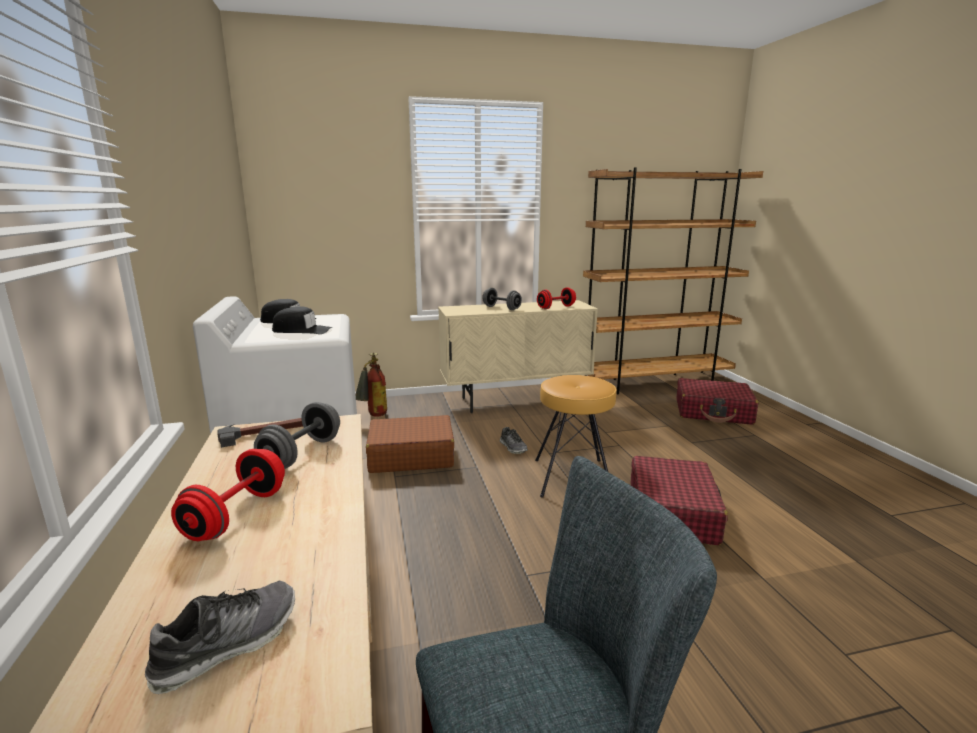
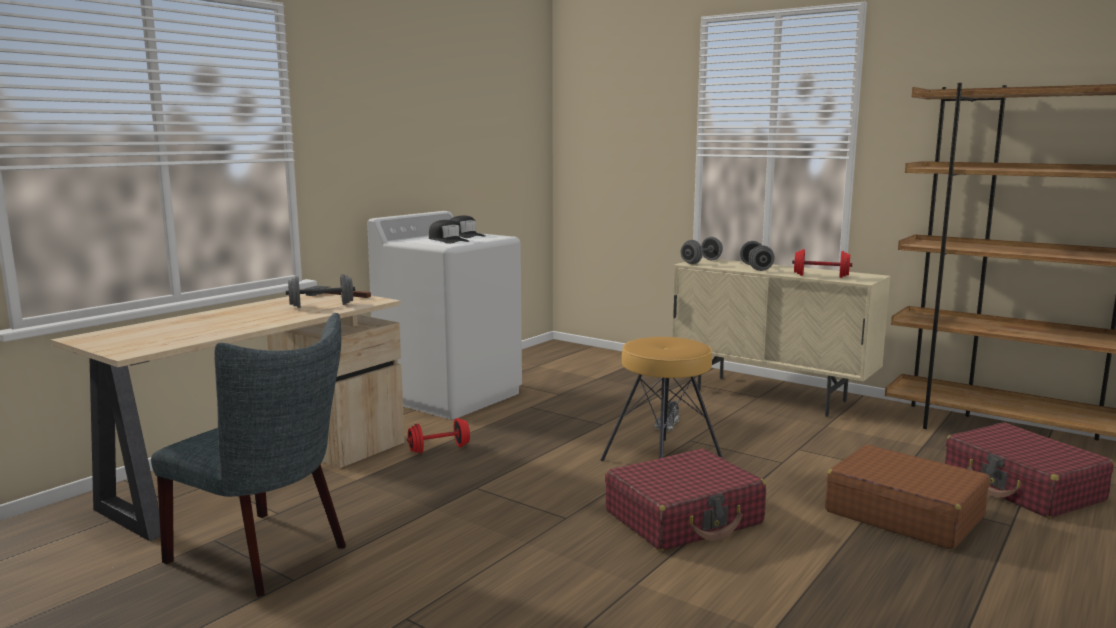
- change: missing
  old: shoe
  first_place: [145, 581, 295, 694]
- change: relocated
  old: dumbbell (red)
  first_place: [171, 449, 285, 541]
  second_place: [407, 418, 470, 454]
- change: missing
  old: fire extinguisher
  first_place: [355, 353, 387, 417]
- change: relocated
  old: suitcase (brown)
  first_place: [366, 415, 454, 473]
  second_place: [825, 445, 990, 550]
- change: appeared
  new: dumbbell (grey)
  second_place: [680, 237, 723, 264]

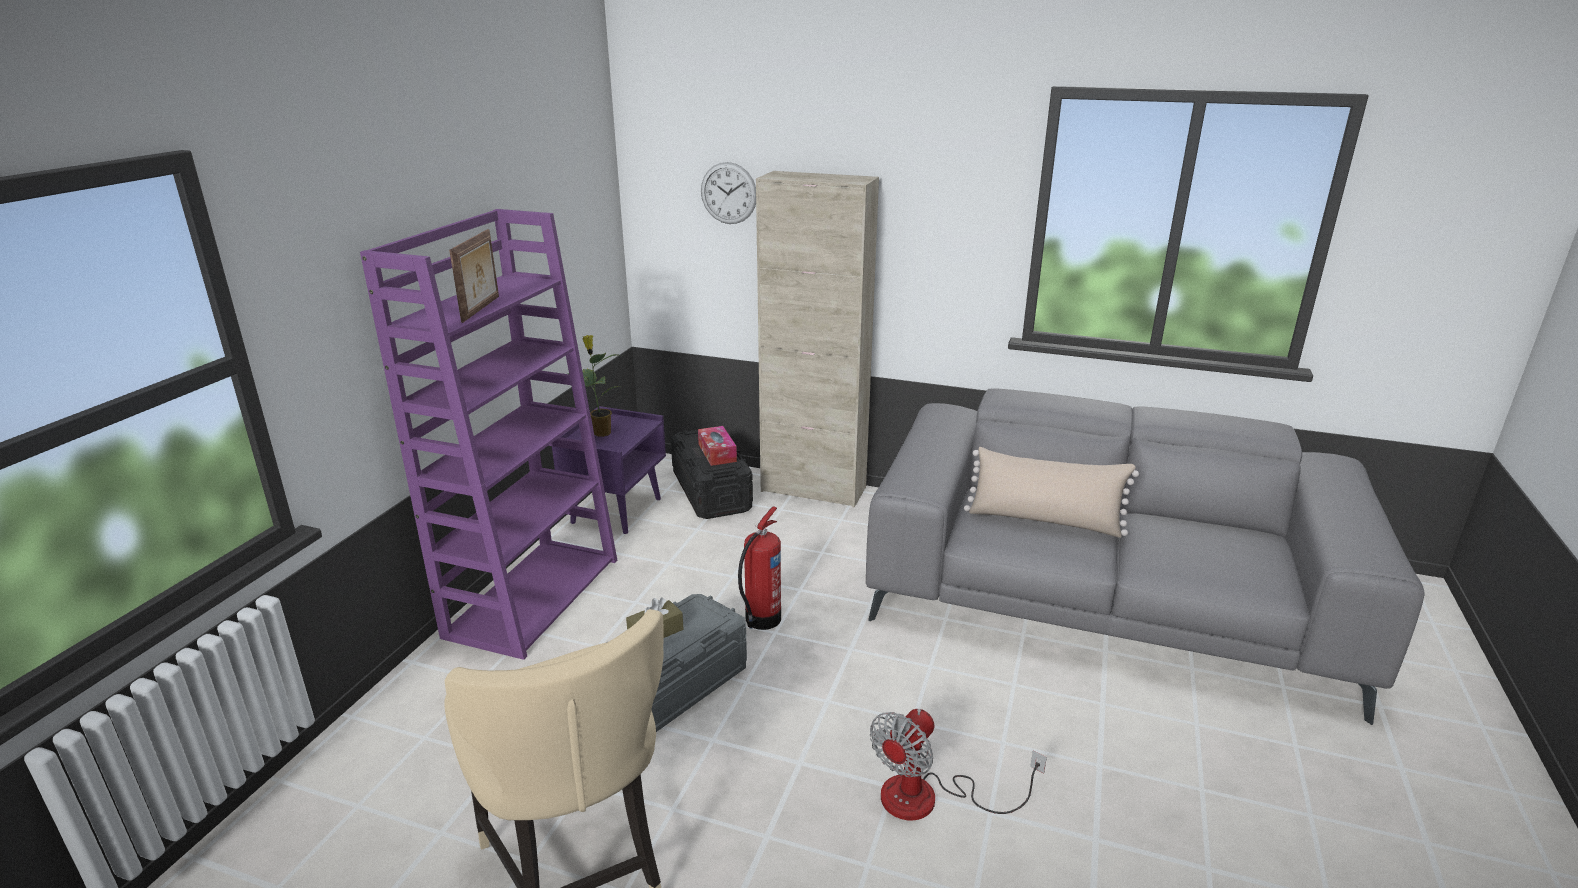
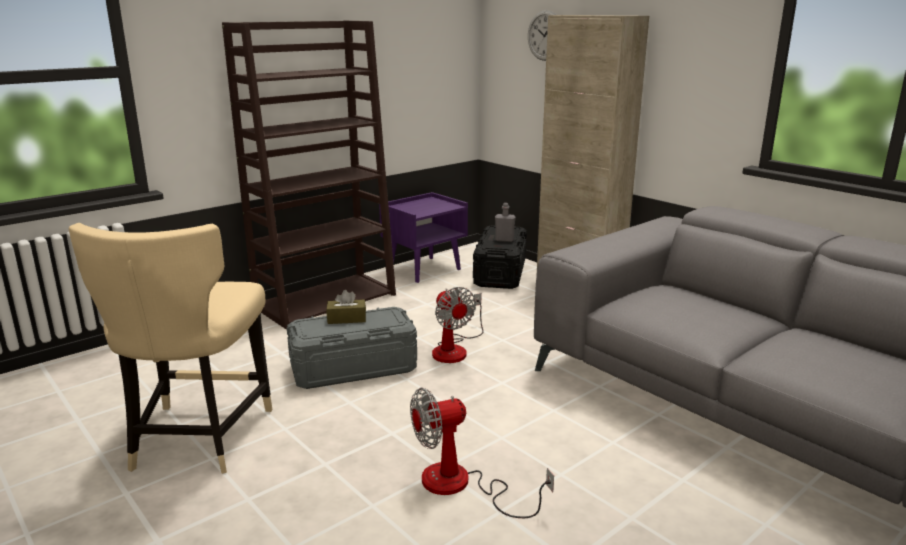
- change: colour
  old: bookcase (purple)
  new: bookcase (brown)
  first_place: [360, 209, 617, 660]
  second_place: [222, 21, 396, 329]
- change: missing
  old: picture frame
  first_place: [449, 229, 499, 323]
- change: missing
  old: potted plant
  first_place: [568, 335, 623, 437]
- change: exchanged
  old: tissue box
  new: bottle (grey)
  first_place: [698, 426, 737, 466]
  second_place: [495, 203, 516, 242]
- change: exchanged
  old: fire extinguisher
  new: fan
  first_place: [738, 506, 781, 630]
  second_place: [432, 287, 484, 363]
- change: missing
  old: pillow (beige)
  first_place: [964, 447, 1139, 538]

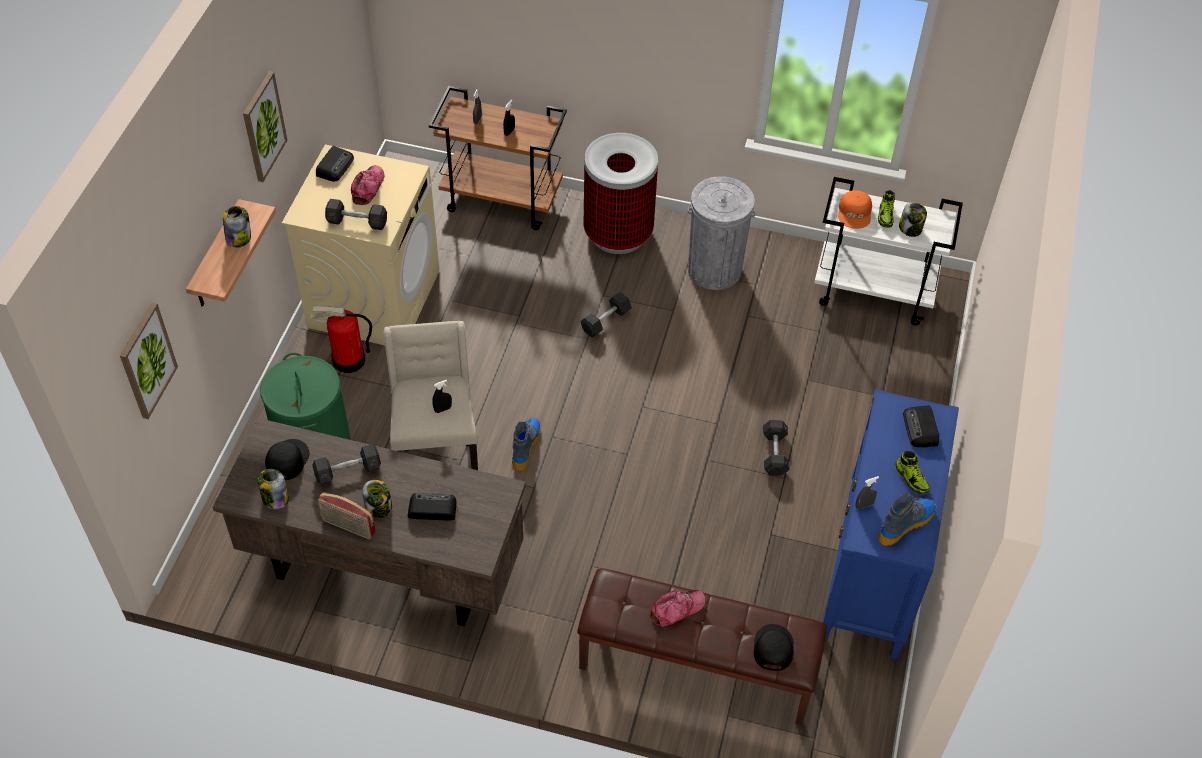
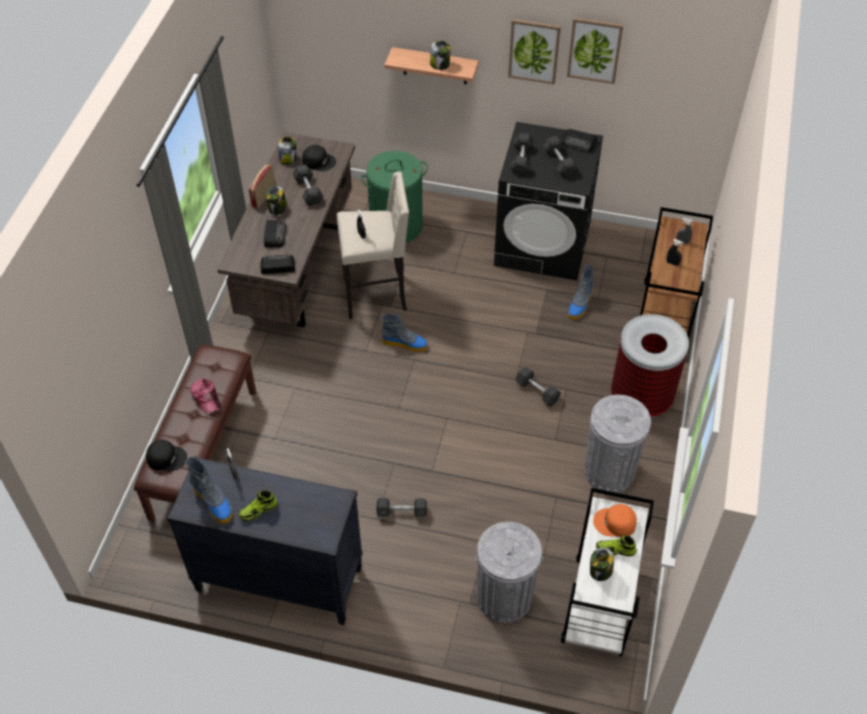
- change: relocated
  old: picture
  first_place: [120, 303, 178, 419]
  second_place: [567, 17, 624, 84]
- change: colour
  old: washing machine (beige)
  new: washing machine (black)
  first_place: [282, 144, 440, 345]
  second_place: [494, 122, 603, 280]
- change: missing
  old: fire extinguisher
  first_place: [310, 306, 372, 373]
- change: exchanged
  old: cap
  new: dumbbell (grey)
  first_place: [351, 165, 384, 205]
  second_place: [543, 136, 578, 178]
- change: colour
  old: dresser (blue)
  new: dresser (black)
  first_place: [822, 389, 959, 660]
  second_place: [167, 456, 363, 625]
- change: relocated
  old: radio
  first_place: [903, 405, 939, 448]
  second_place: [261, 255, 295, 274]
- change: appeared
  new: trash can (grey)
  second_place: [475, 522, 543, 623]
- change: appeared
  new: boot
  second_place: [567, 264, 594, 320]

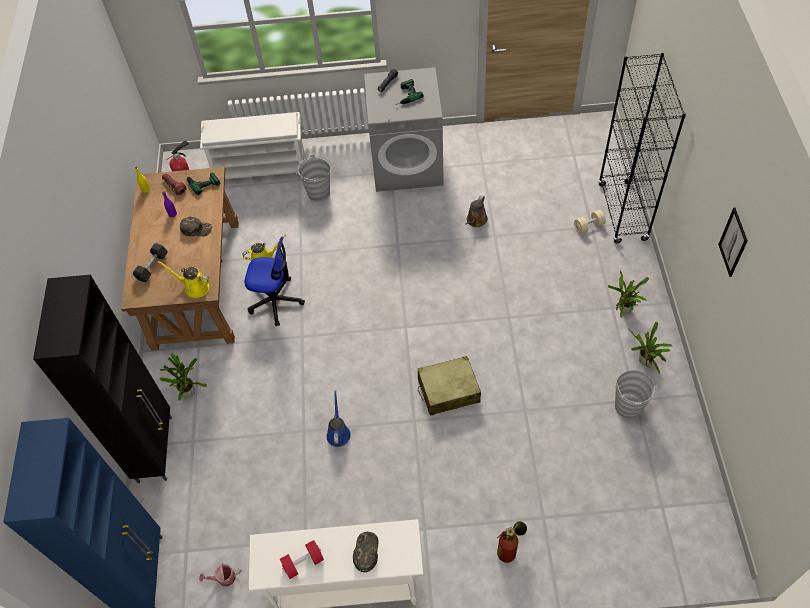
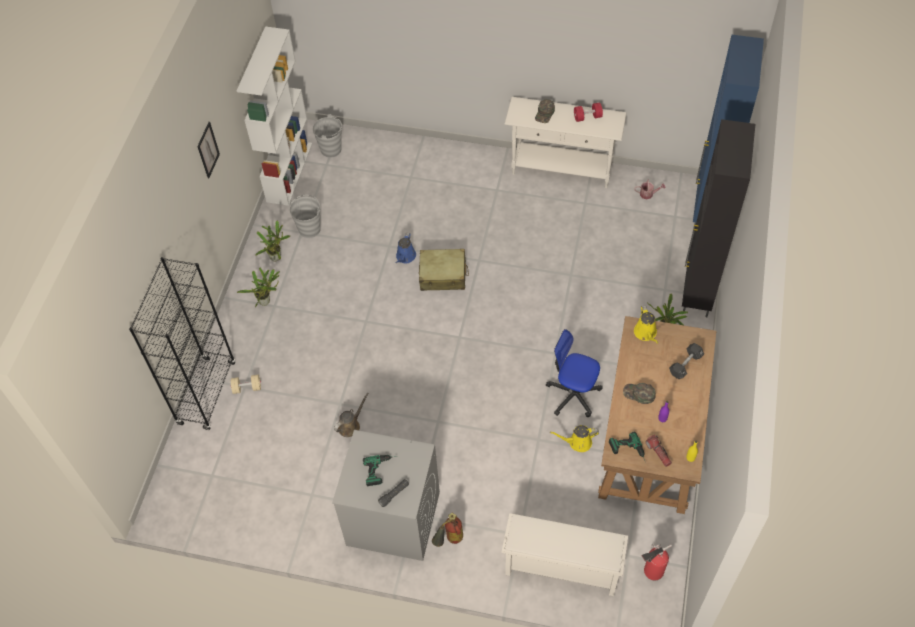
- change: spun
  old: watering can (yellow)
  first_place: [158, 261, 210, 298]
  second_place: [634, 305, 658, 344]
  degrees: 45
- change: relocated
  old: bucket (grey)
  first_place: [298, 155, 330, 202]
  second_place: [313, 114, 342, 158]
- change: relocated
  old: watering can (blue)
  first_place: [326, 390, 351, 447]
  second_place: [396, 233, 416, 263]
- change: relocated
  old: fire extinguisher
  first_place: [497, 521, 527, 563]
  second_place: [432, 513, 463, 547]
- change: appeared
  new: bookcase (white)
  second_place: [237, 26, 312, 206]

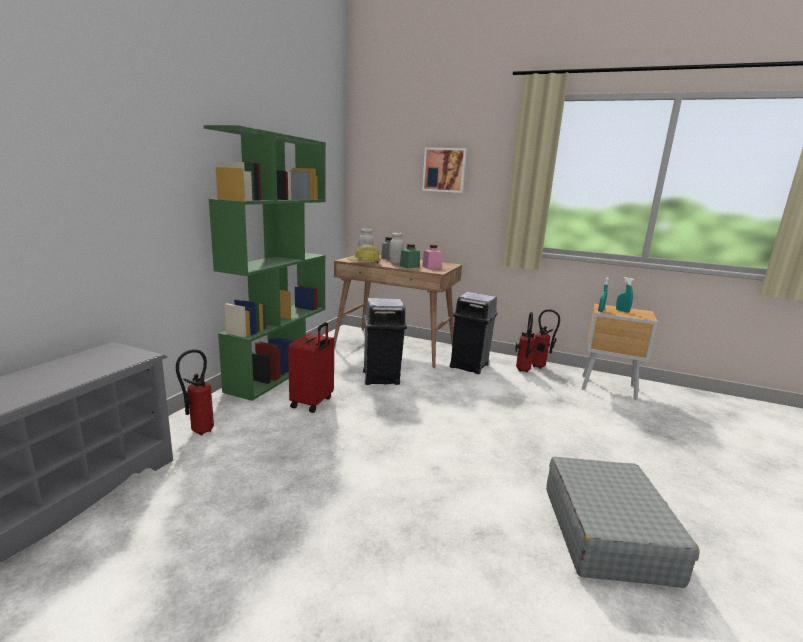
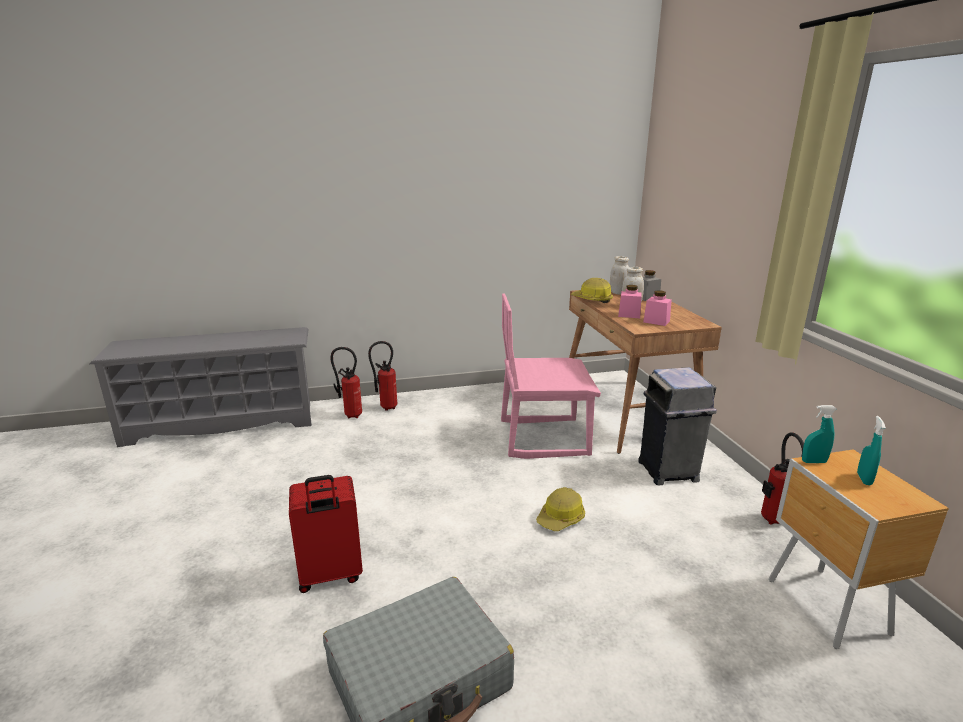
- change: missing
  old: bookcase (green)
  first_place: [203, 125, 326, 401]
- change: relocated
  old: suitcase (red)
  first_place: [288, 322, 334, 413]
  second_place: [289, 475, 363, 593]
- change: exchanged
  old: trash can (grey)
  new: chair (pink)
  first_place: [363, 298, 407, 385]
  second_place: [501, 293, 601, 459]
- change: colour
  old: jar (green)
  new: jar (pink)
  first_place: [400, 244, 420, 268]
  second_place: [618, 285, 642, 318]
- change: missing
  old: picture
  first_place: [422, 147, 467, 193]
- change: relocated
  old: fire extinguisher
  first_place: [515, 312, 535, 372]
  second_place: [368, 341, 398, 411]
- change: appeared
  new: hard hat
  second_place: [536, 487, 585, 531]

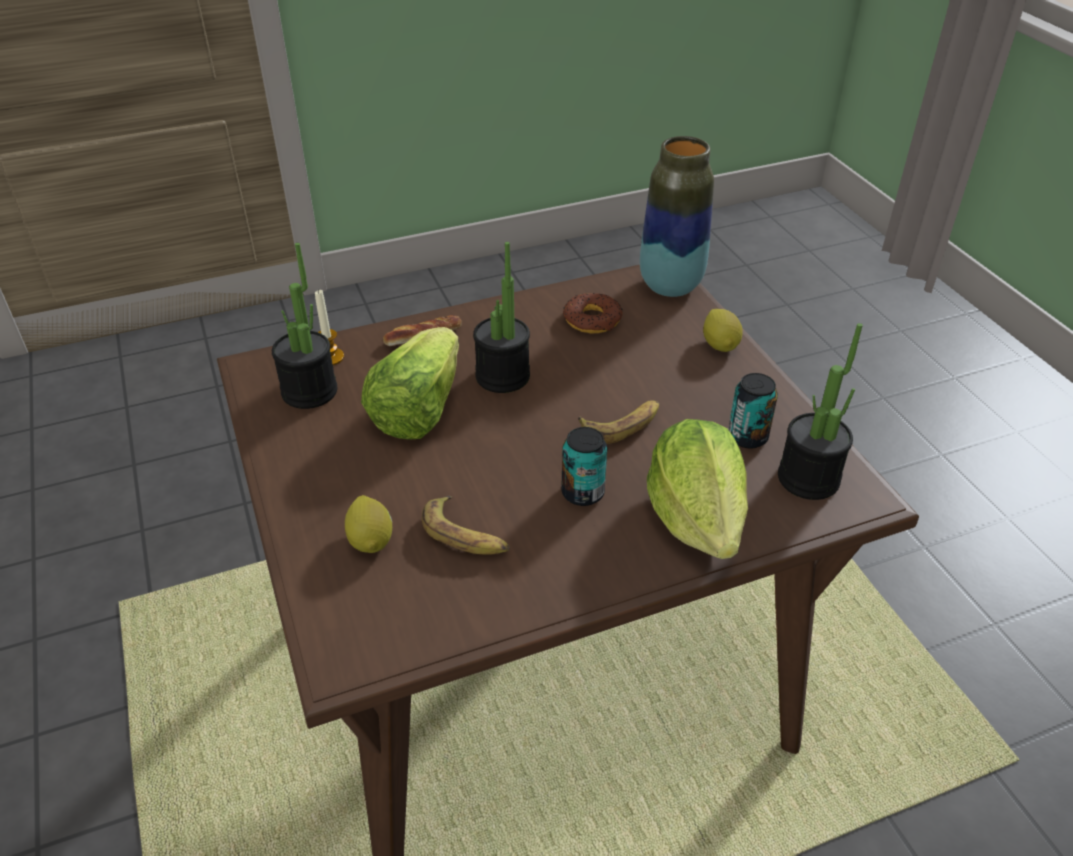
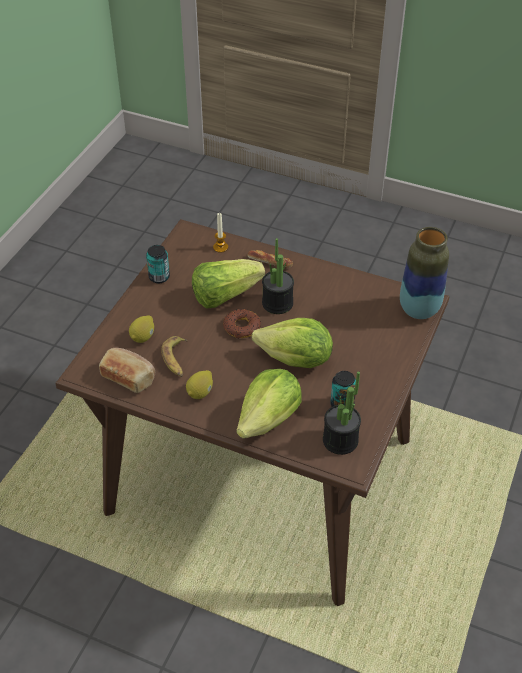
- change: missing
  old: potted plant
  first_place: [272, 243, 338, 409]
- change: relocated
  old: can
  first_place: [561, 427, 607, 506]
  second_place: [146, 245, 170, 283]
- change: relocated
  old: donut
  first_place: [563, 293, 623, 334]
  second_place: [223, 309, 261, 339]
- change: exchanged
  old: banana
  new: lettuce
  first_place: [578, 400, 659, 444]
  second_place: [252, 318, 333, 368]
- change: relocated
  old: lemon
  first_place: [703, 309, 743, 352]
  second_place: [186, 370, 213, 399]
- change: appeared
  new: bread
  second_place: [99, 348, 155, 393]

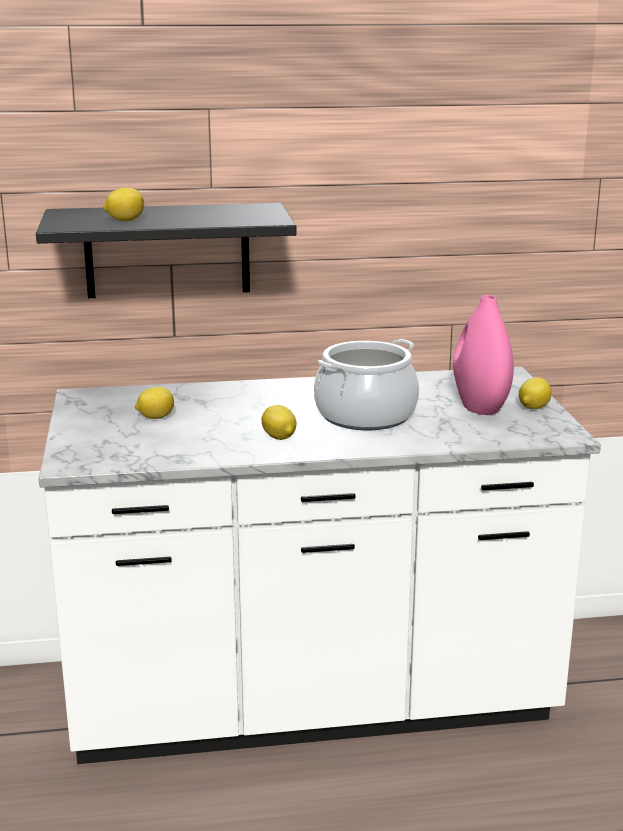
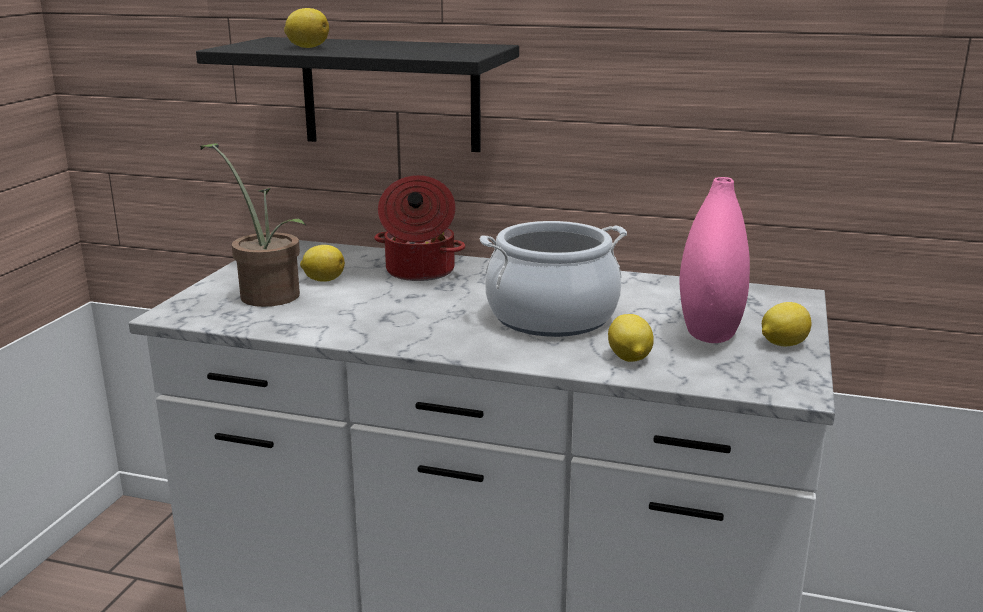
- change: relocated
  old: lemon
  first_place: [262, 405, 296, 440]
  second_place: [608, 314, 654, 362]
- change: appeared
  new: potted plant
  second_place: [200, 143, 306, 307]
- change: appeared
  new: cooking pot
  second_place: [374, 175, 465, 281]

